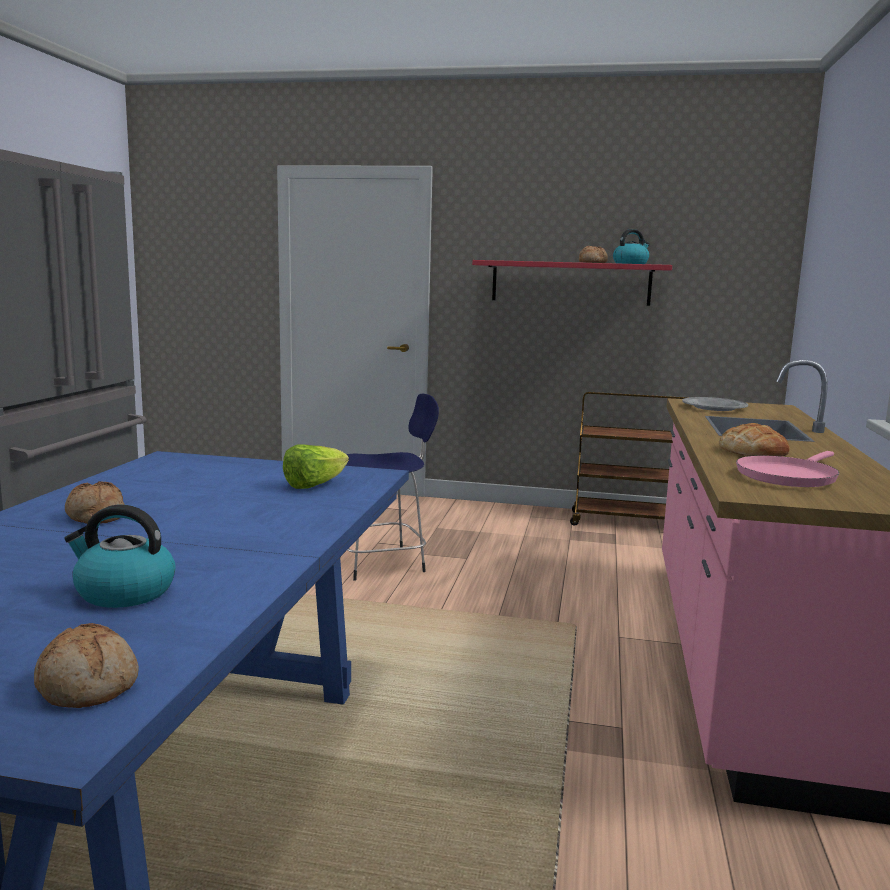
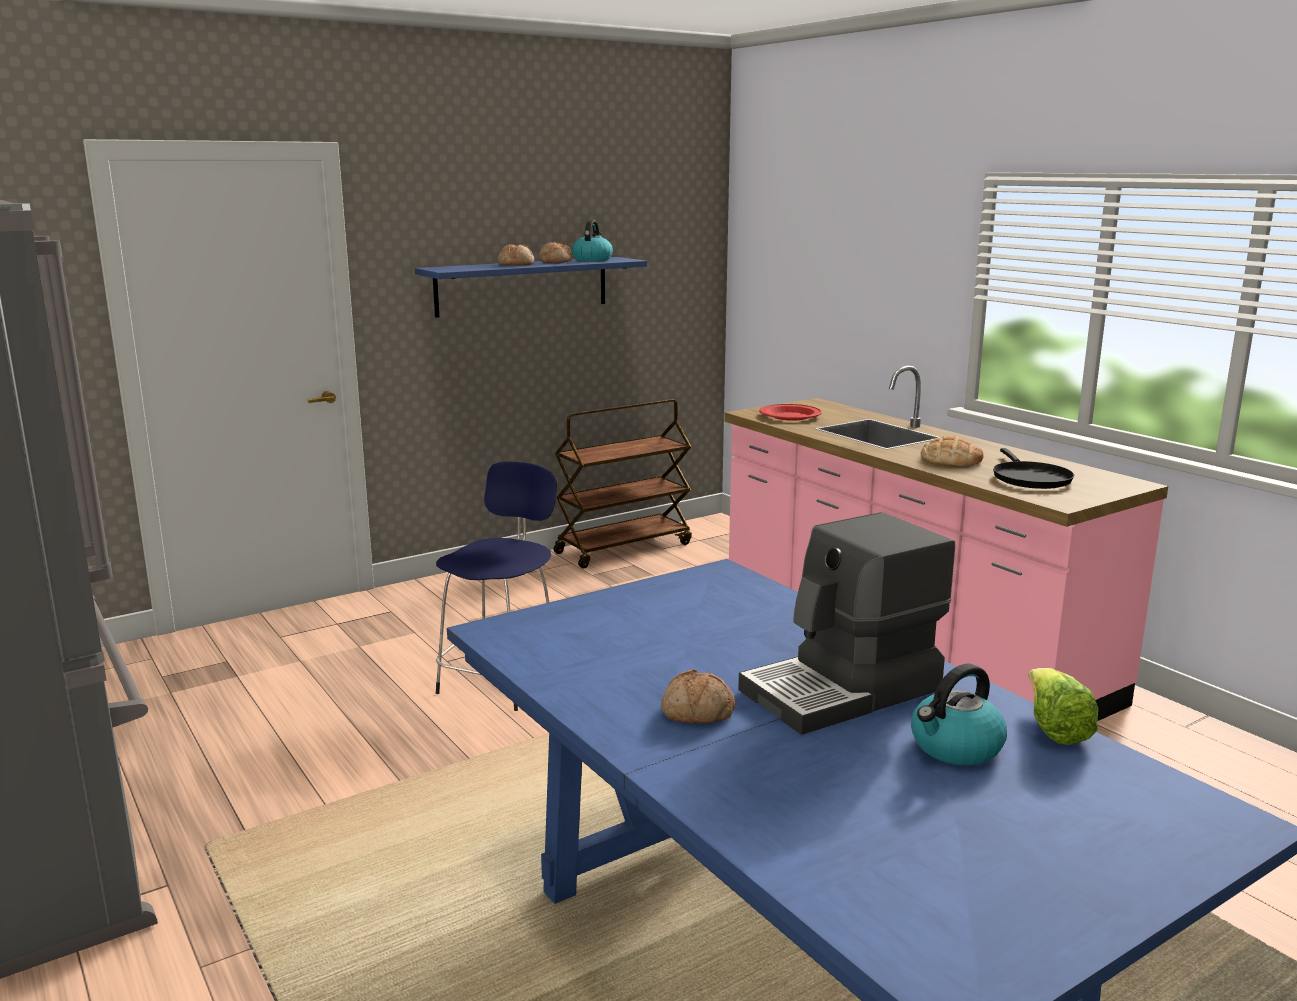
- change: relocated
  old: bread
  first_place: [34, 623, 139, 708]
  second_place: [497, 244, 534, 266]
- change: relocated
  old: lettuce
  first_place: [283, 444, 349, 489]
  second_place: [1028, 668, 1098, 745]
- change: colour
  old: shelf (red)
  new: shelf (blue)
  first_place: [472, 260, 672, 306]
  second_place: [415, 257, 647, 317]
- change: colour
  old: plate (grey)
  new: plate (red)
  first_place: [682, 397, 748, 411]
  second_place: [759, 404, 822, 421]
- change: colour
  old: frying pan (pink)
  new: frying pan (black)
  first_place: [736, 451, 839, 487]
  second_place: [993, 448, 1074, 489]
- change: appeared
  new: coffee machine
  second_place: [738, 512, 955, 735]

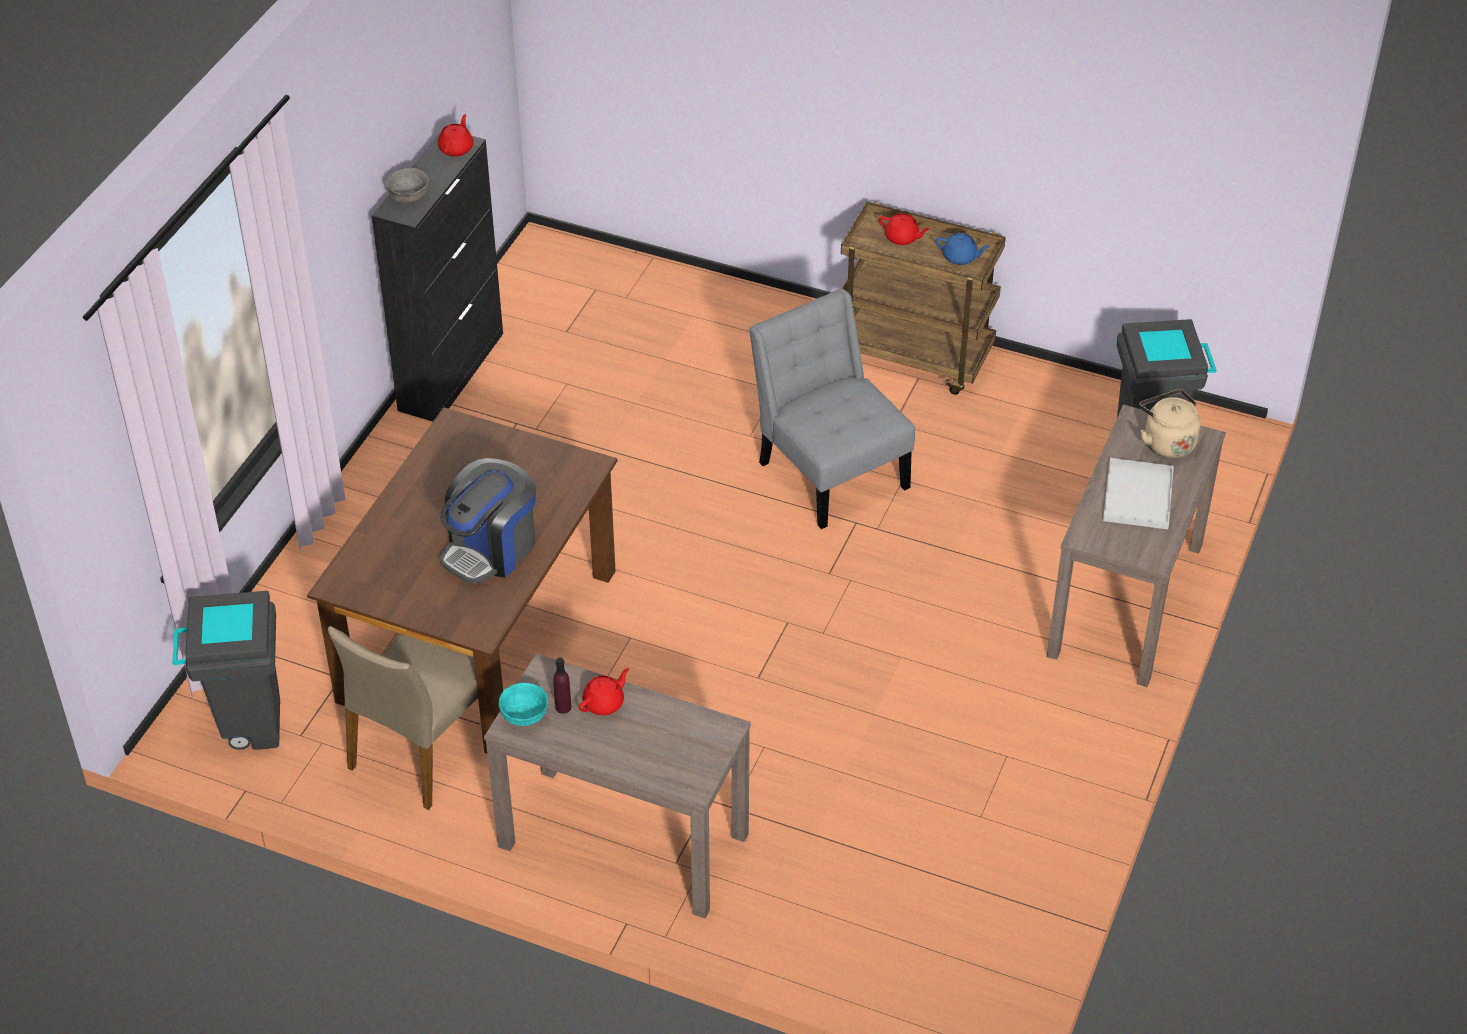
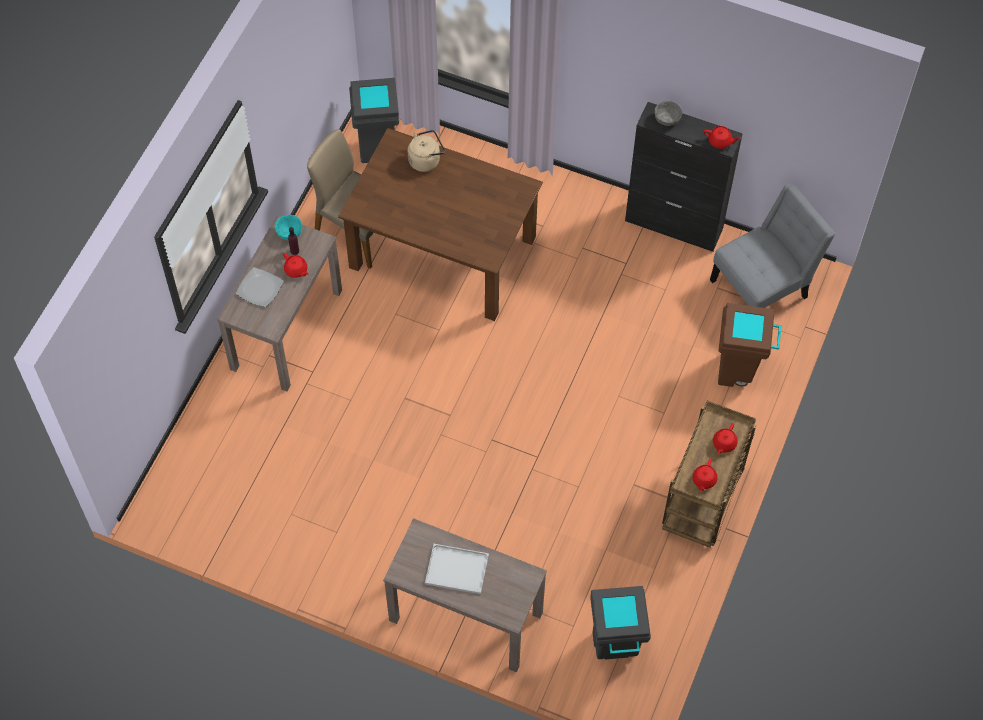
- change: missing
  old: coffee machine
  first_place: [440, 458, 536, 584]
- change: relocated
  old: chair (grey)
  first_place: [749, 289, 915, 529]
  second_place: [710, 183, 836, 308]
- change: colour
  old: teapot (blue)
  new: teapot (red)
  first_place: [935, 233, 990, 265]
  second_place: [692, 459, 718, 492]
- change: relocated
  old: kettle (beige)
  first_place: [1139, 389, 1201, 458]
  second_place: [408, 130, 445, 172]
- change: appeared
  new: plate
  second_place: [236, 267, 283, 307]
- change: appeared
  new: trash can (brown)
  second_place: [718, 303, 781, 387]

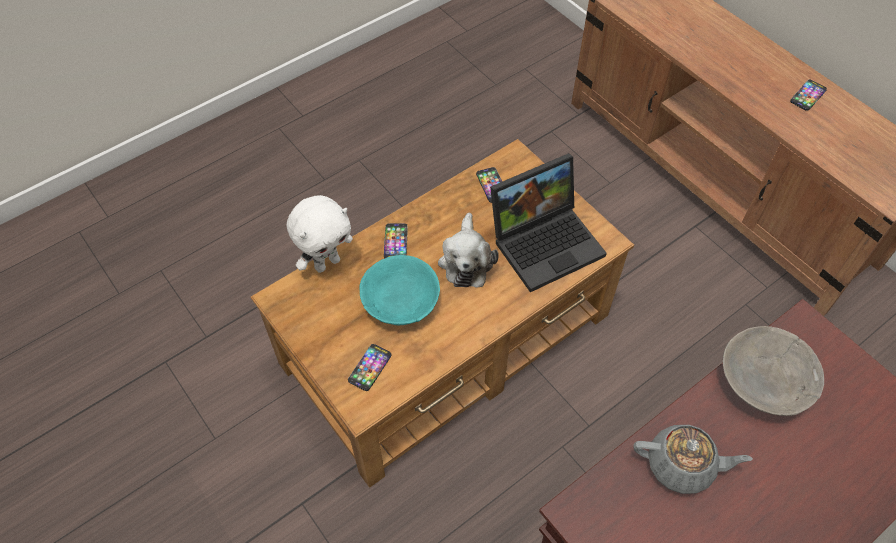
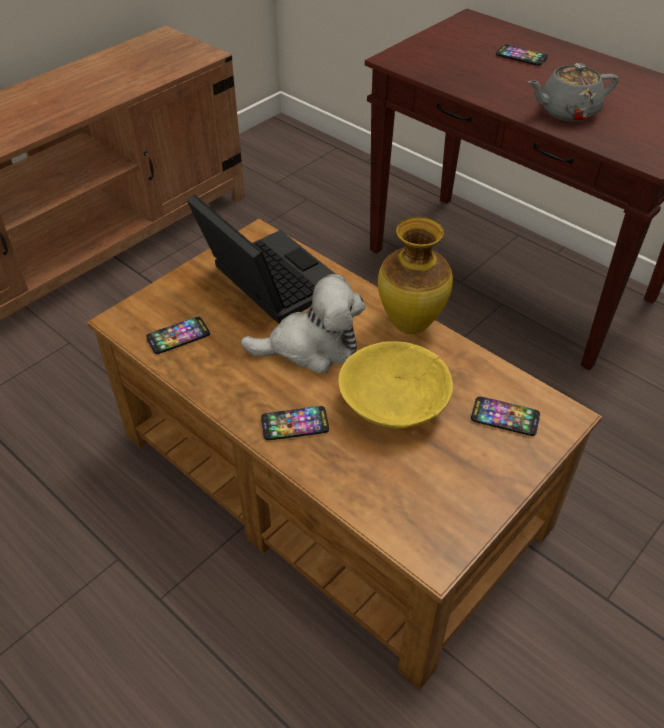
- change: missing
  old: plush toy (white)
  first_place: [287, 195, 353, 273]
- change: colour
  old: bowl (turquoise)
  new: bowl (yellow)
  first_place: [359, 255, 440, 325]
  second_place: [338, 341, 453, 429]
- change: spun
  old: teapot (grey)
  first_place: [634, 425, 753, 494]
  second_place: [528, 63, 618, 122]
  degrees: -105
- change: missing
  old: bowl (grey)
  first_place: [723, 326, 824, 416]
- change: relocated
  old: phone
  first_place: [790, 80, 827, 111]
  second_place: [496, 44, 548, 66]
- change: appeared
  new: vase
  second_place: [378, 217, 453, 334]

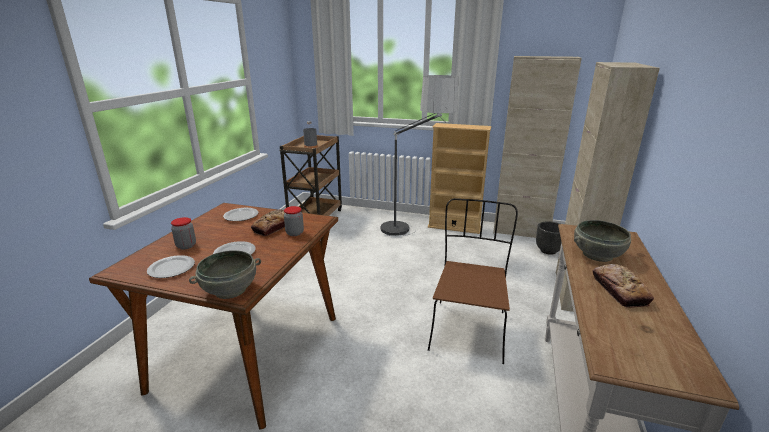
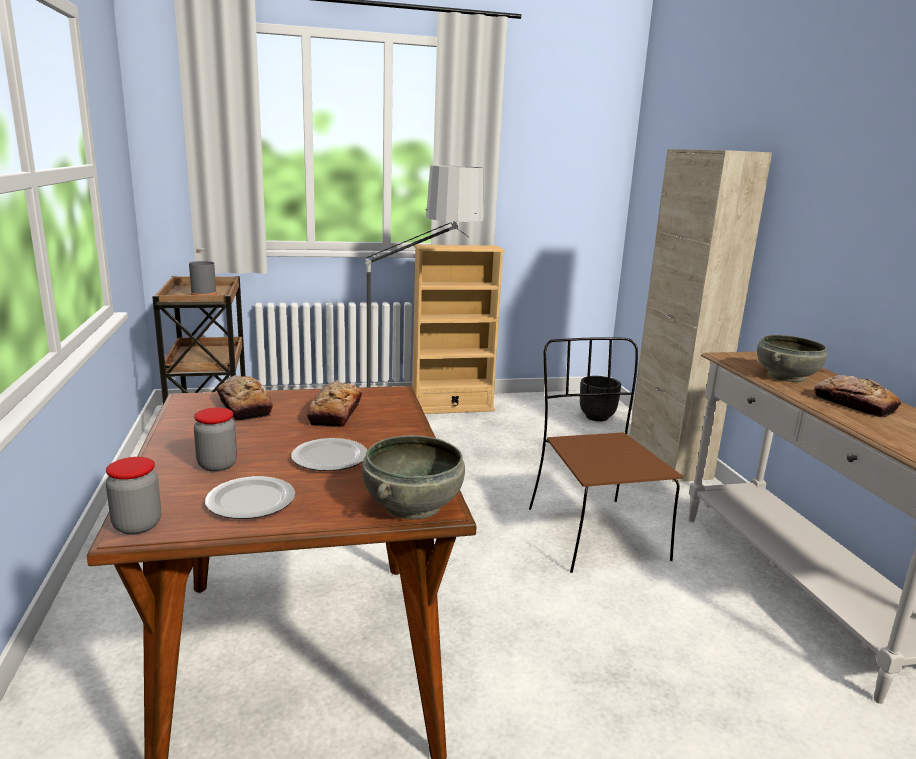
- change: exchanged
  old: plate
  new: bread
  first_place: [223, 208, 258, 221]
  second_place: [216, 375, 273, 421]
- change: relocated
  old: jar
  first_place: [284, 206, 304, 236]
  second_place: [106, 457, 161, 535]
- change: missing
  old: cabinet (beige)
  first_place: [493, 56, 582, 238]

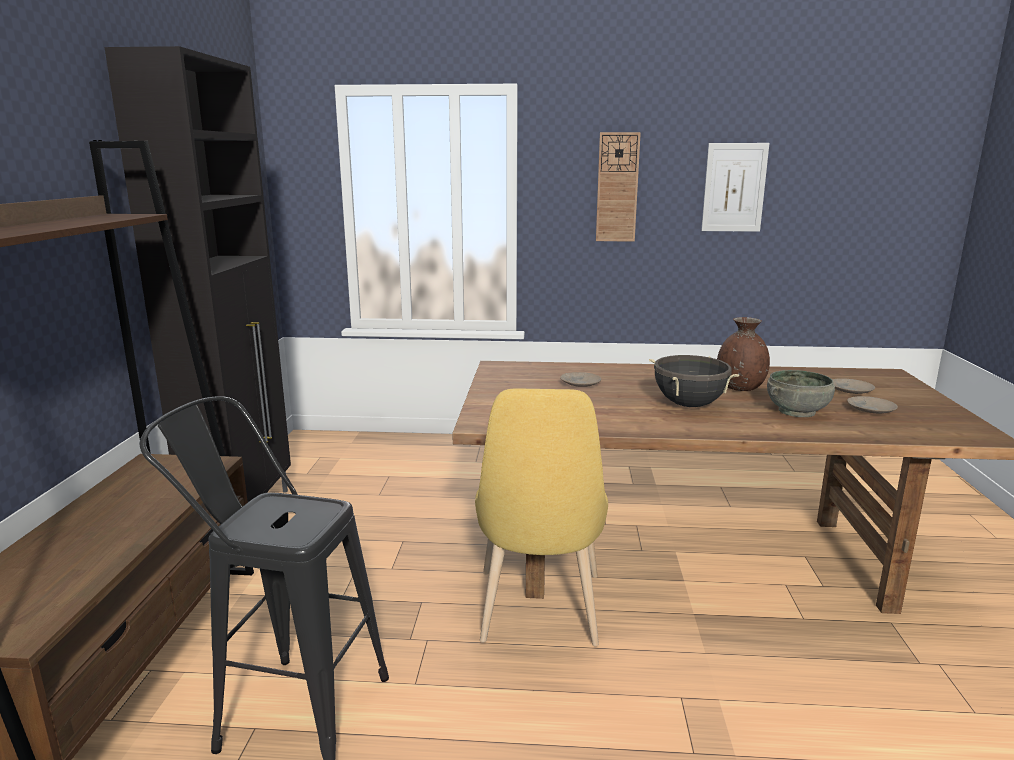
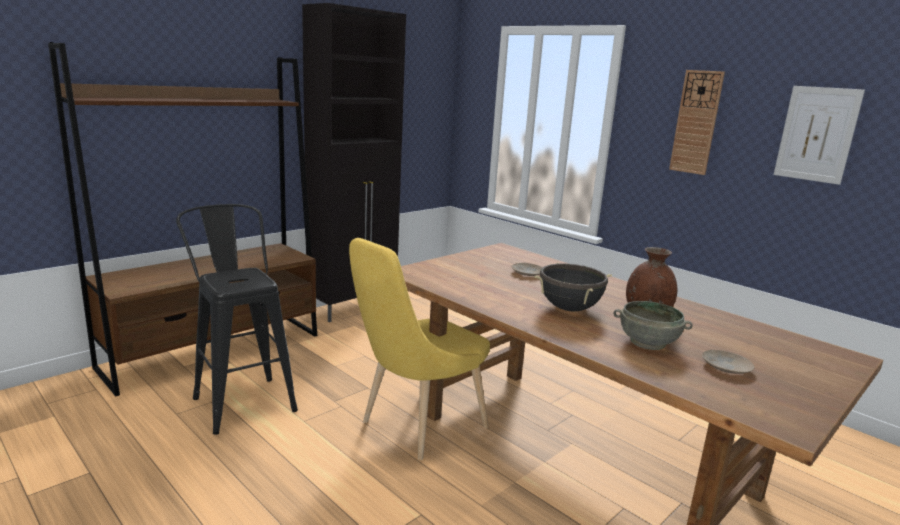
- change: missing
  old: plate (beige)
  first_place: [832, 378, 875, 394]

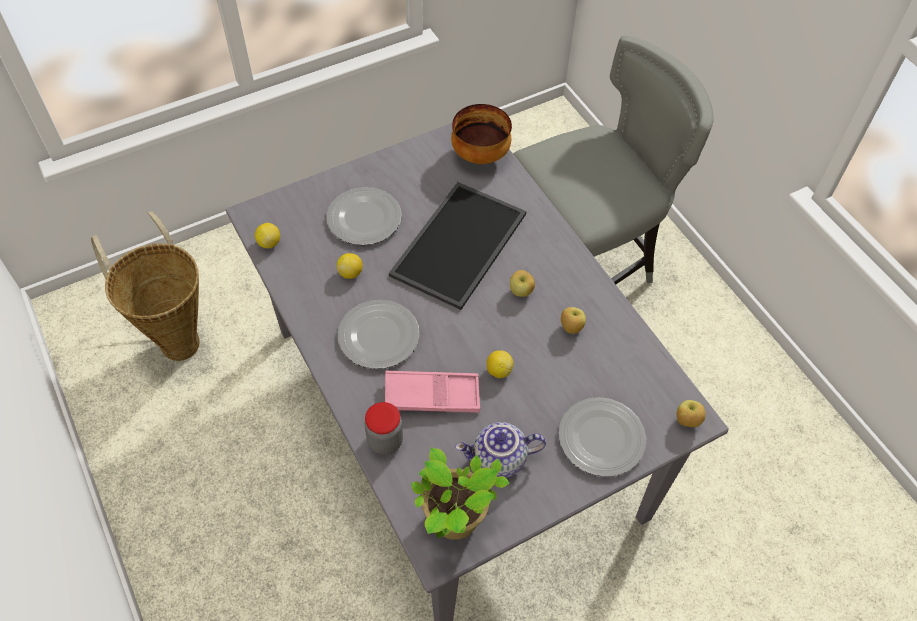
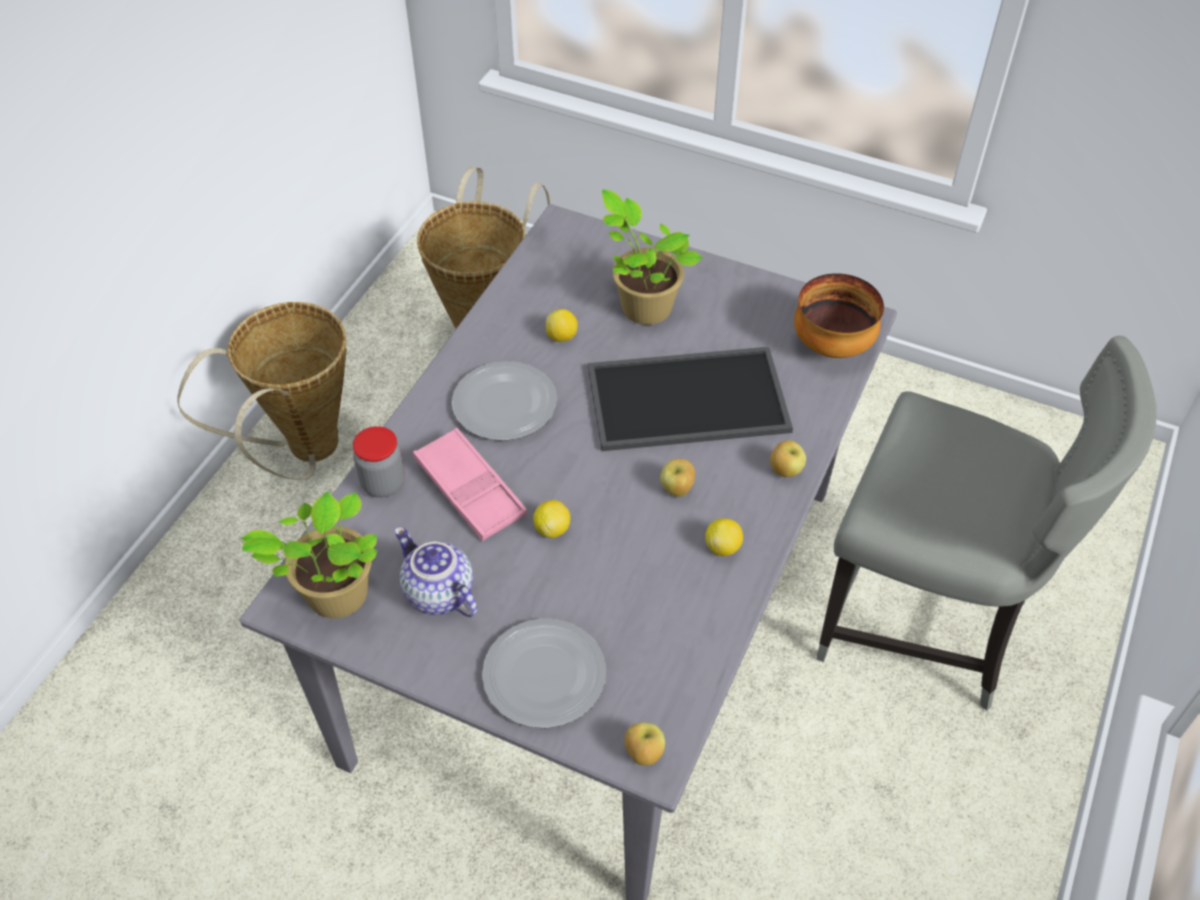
- change: relocated
  old: lemon
  first_place: [255, 223, 280, 248]
  second_place: [705, 519, 743, 556]
- change: exchanged
  old: plate
  new: potted plant
  first_place: [327, 187, 402, 245]
  second_place: [602, 189, 703, 325]
- change: relocated
  old: apple
  first_place: [561, 307, 586, 334]
  second_place: [770, 440, 806, 477]
- change: appeared
  new: basket
  second_place: [177, 302, 347, 480]

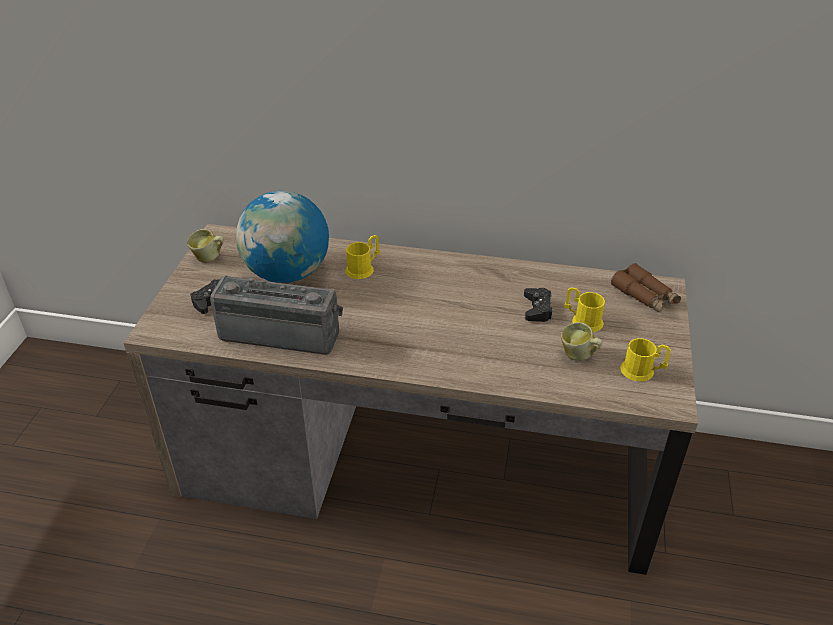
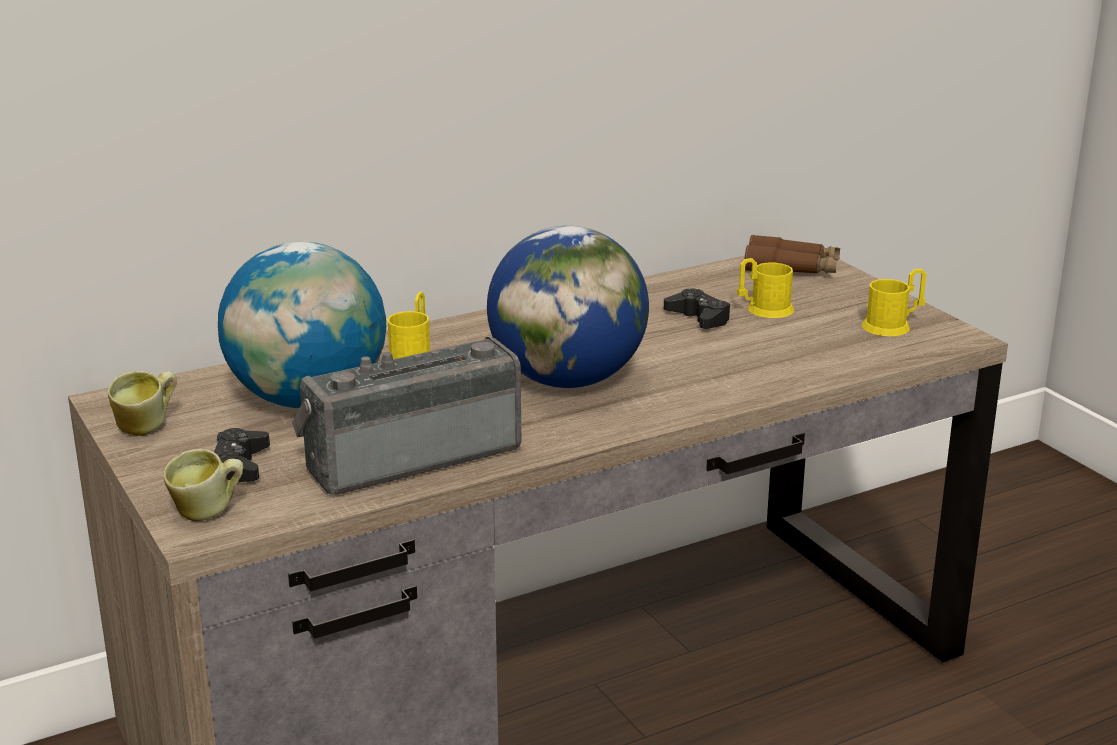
- change: relocated
  old: mug
  first_place: [561, 322, 603, 361]
  second_place: [163, 449, 243, 522]
- change: appeared
  new: globe
  second_place: [487, 226, 649, 388]

